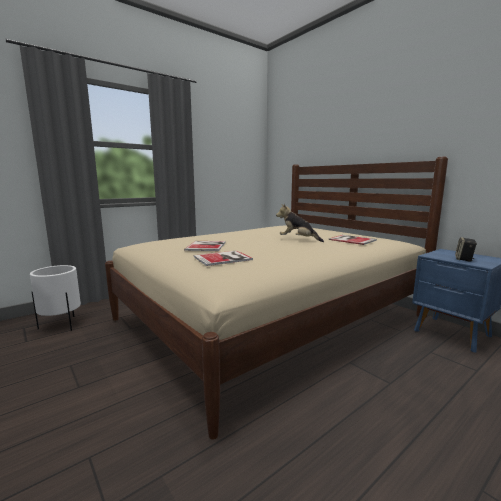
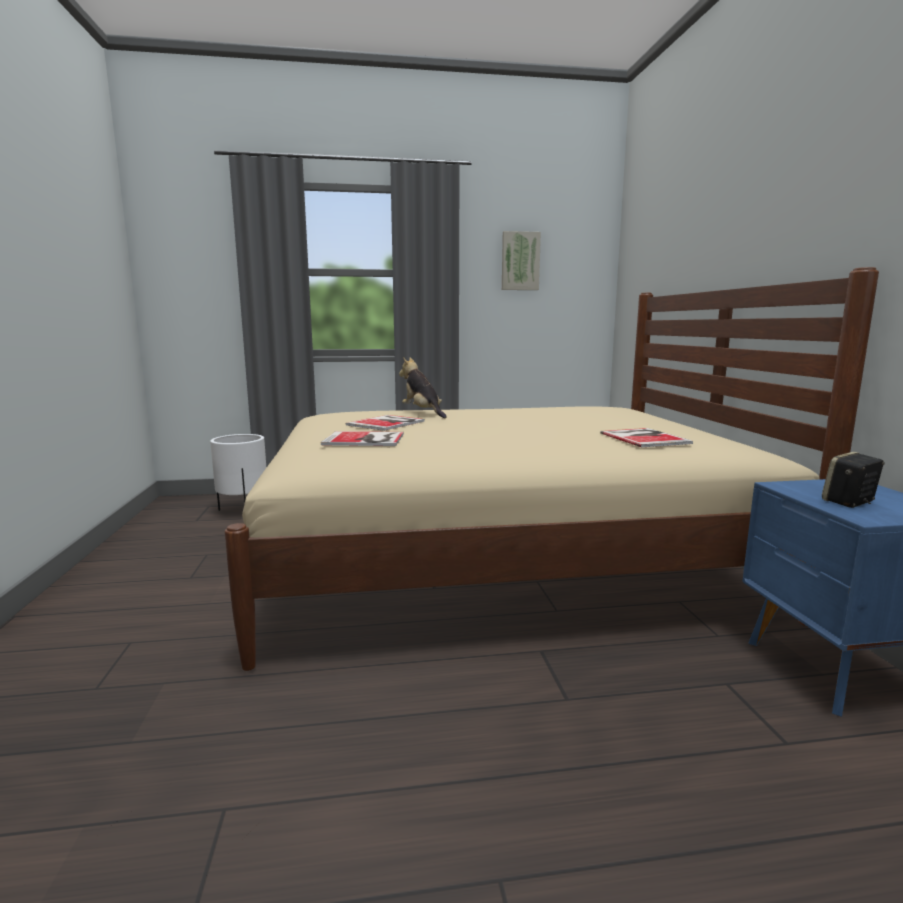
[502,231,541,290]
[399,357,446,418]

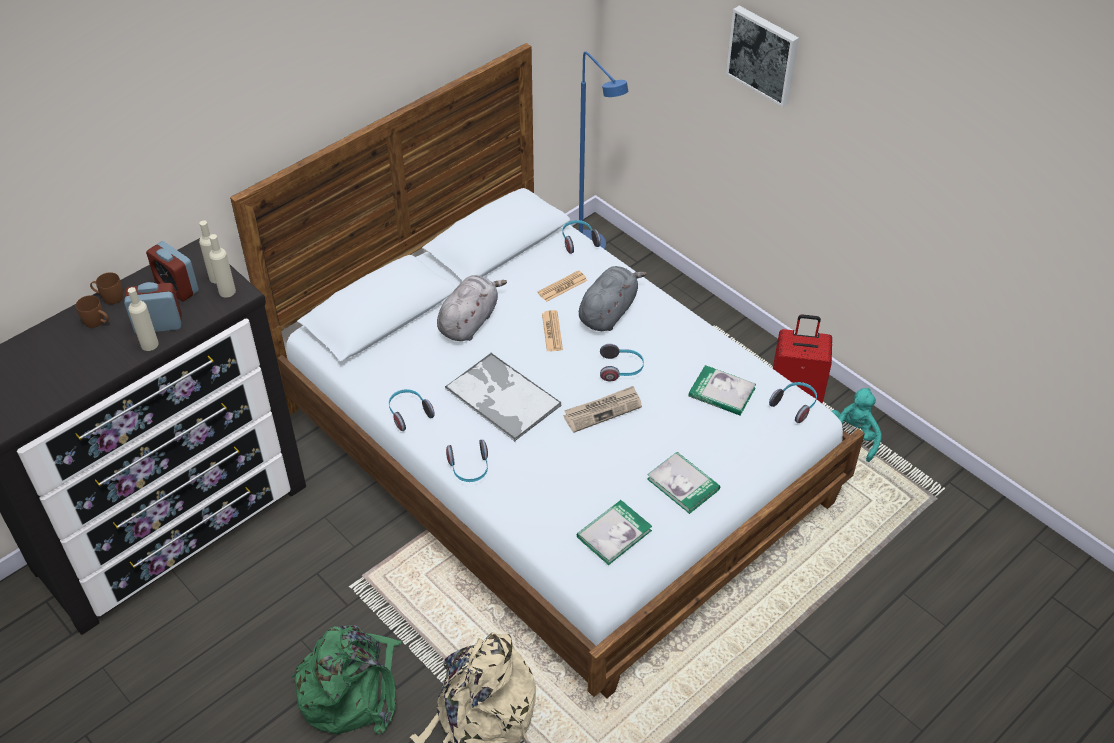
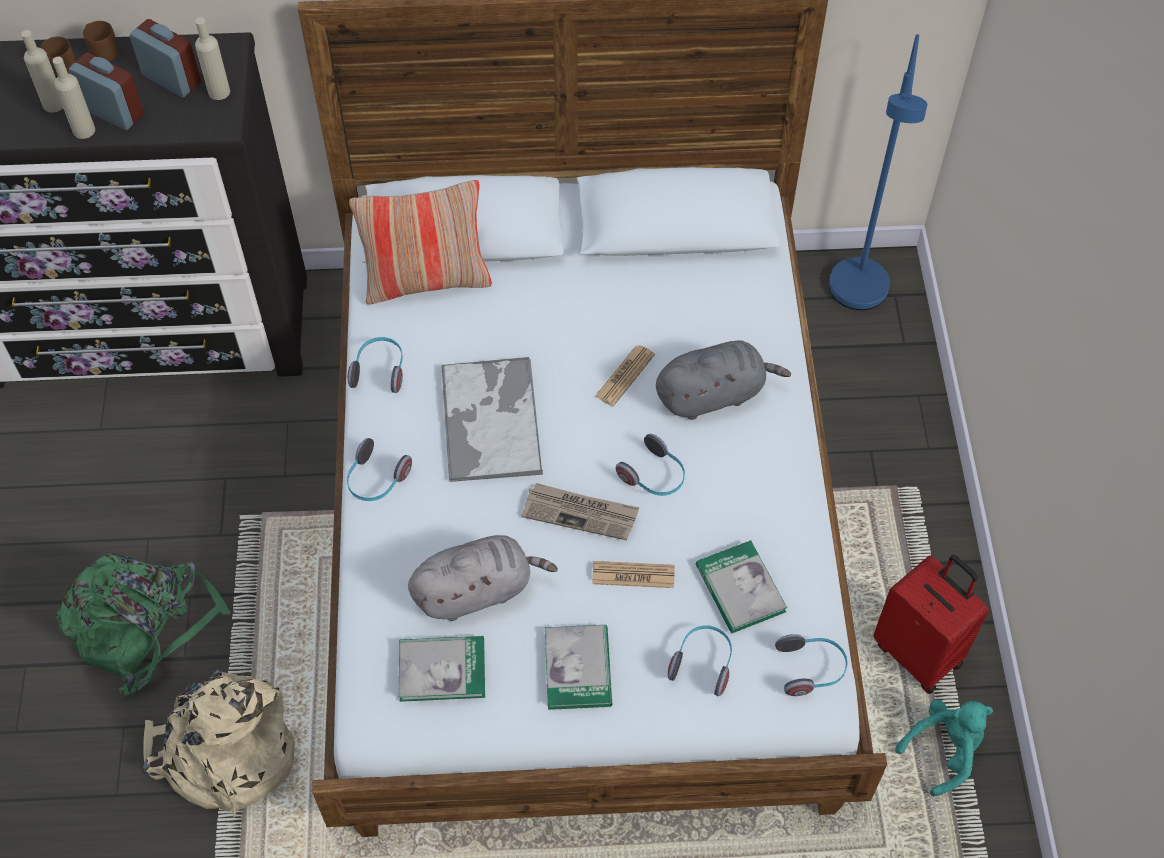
[726,6,799,107] (first image)
[349,180,492,305]
[21,30,63,113]
[408,535,558,621]
[592,561,675,588]
[668,626,732,696]
[130,19,201,97]

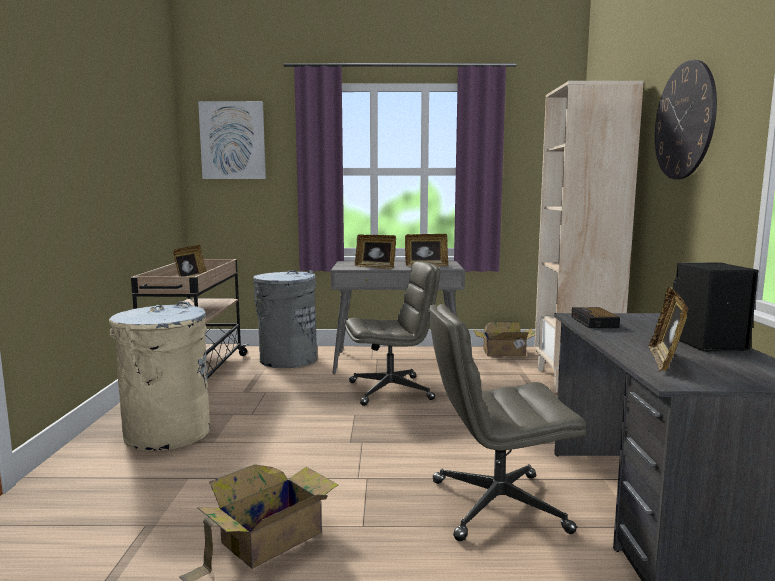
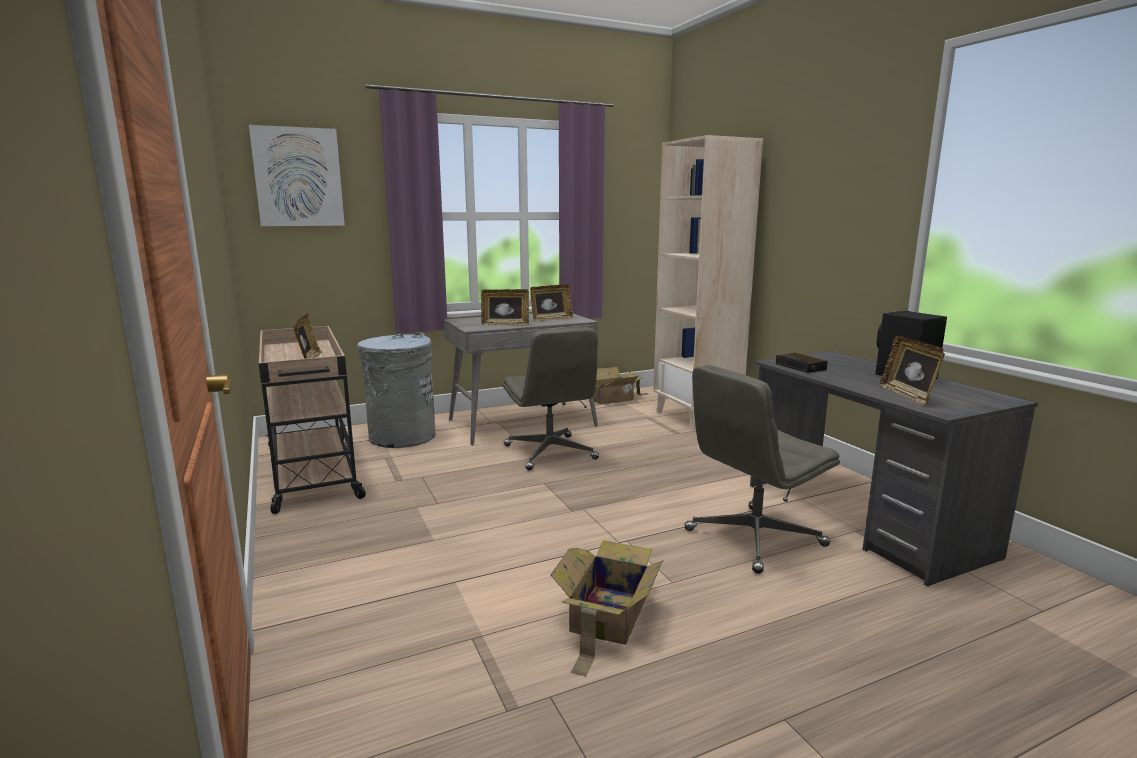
[109,301,210,451] (first image)
[655,60,717,179] (first image)
[503,327,599,470]

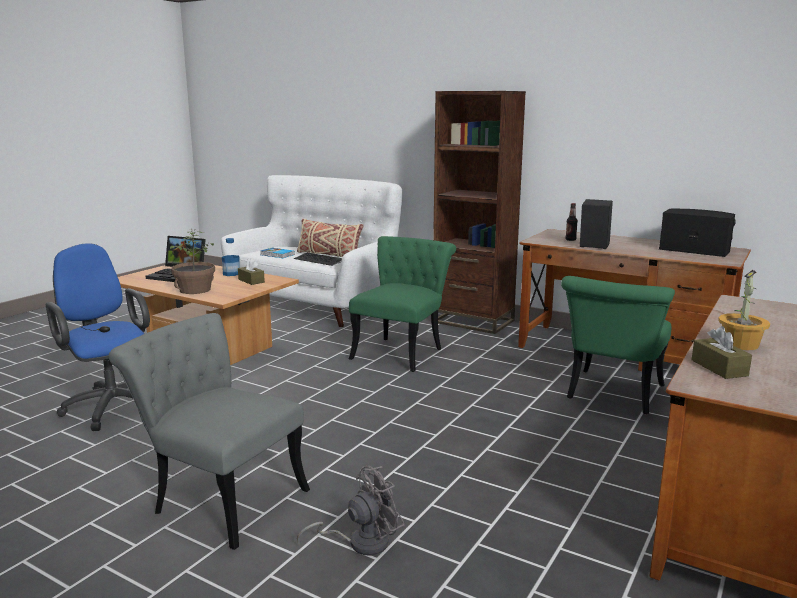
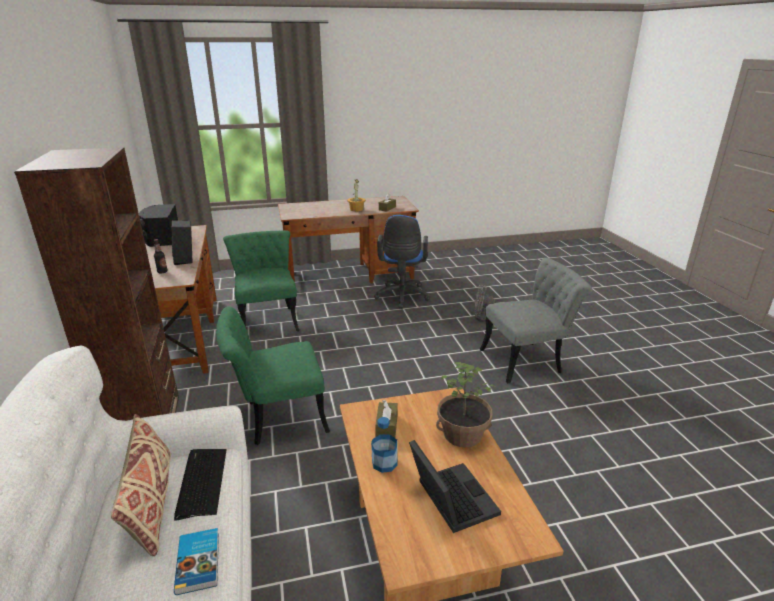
[374,215,430,309]
[480,258,592,383]
[223,230,300,331]

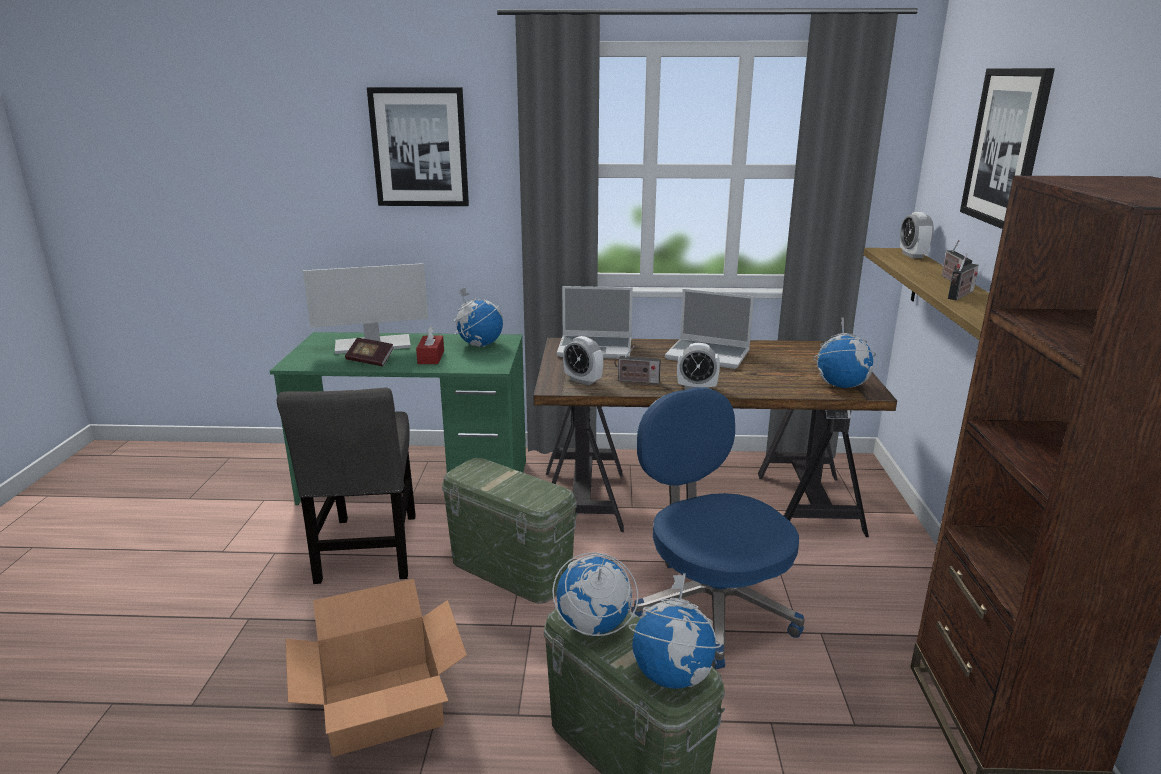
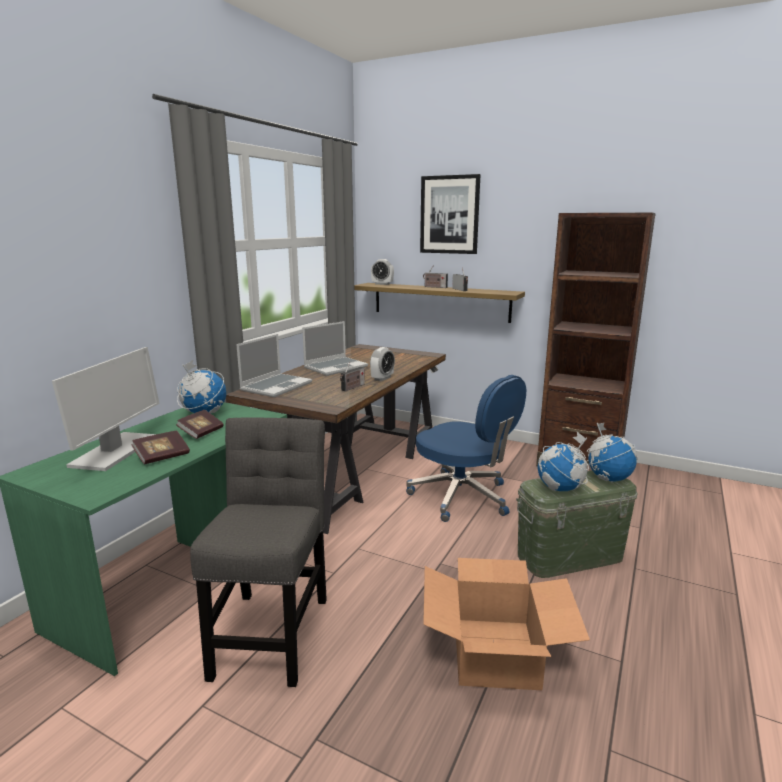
[367,87,469,206] (first image)
[442,458,578,604] (first image)
[563,336,603,385] (first image)
[813,317,876,388] (first image)
[176,410,224,439]
[190,417,327,687]
[406,375,526,522]

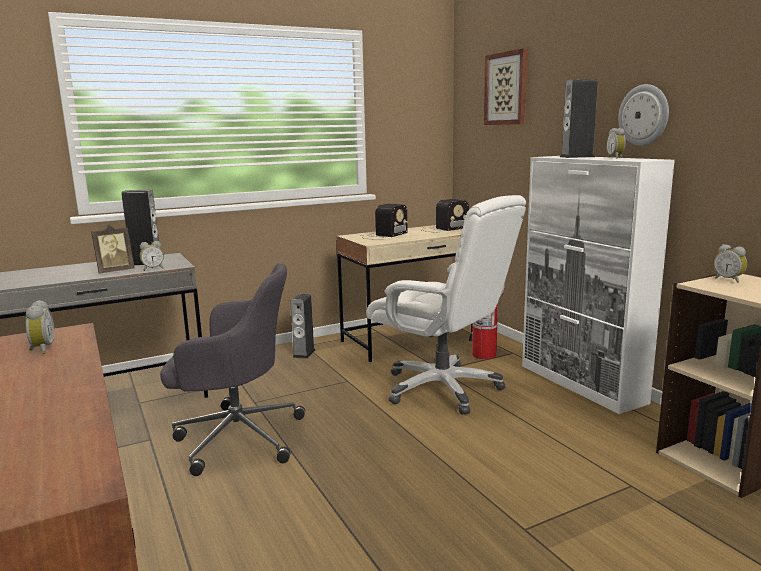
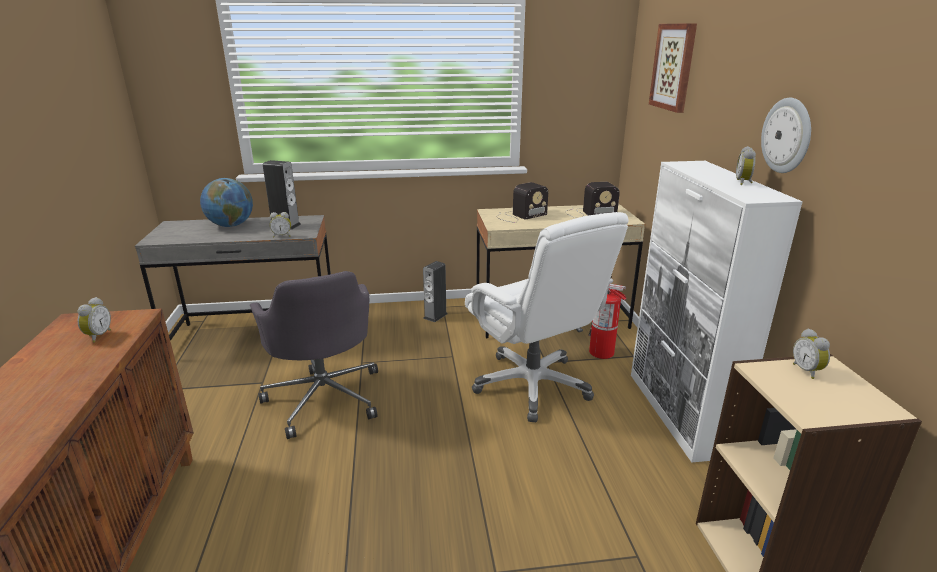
[91,225,134,274] (first image)
[560,79,598,158] (first image)
[200,178,253,227]
[250,271,378,439]

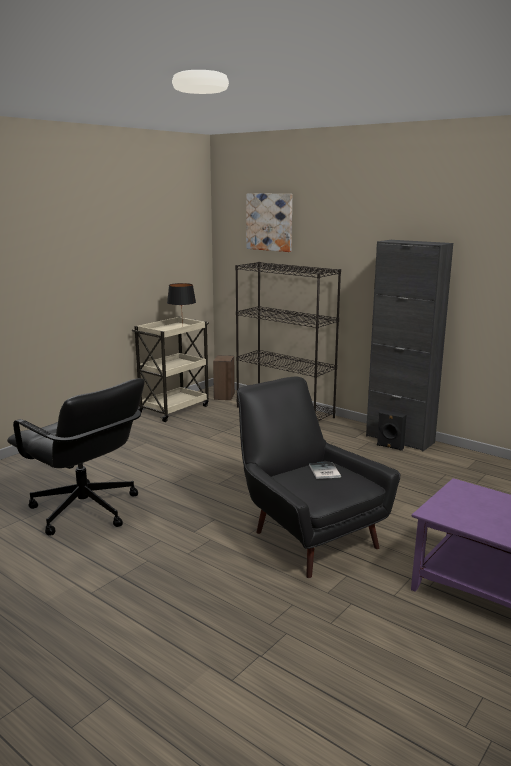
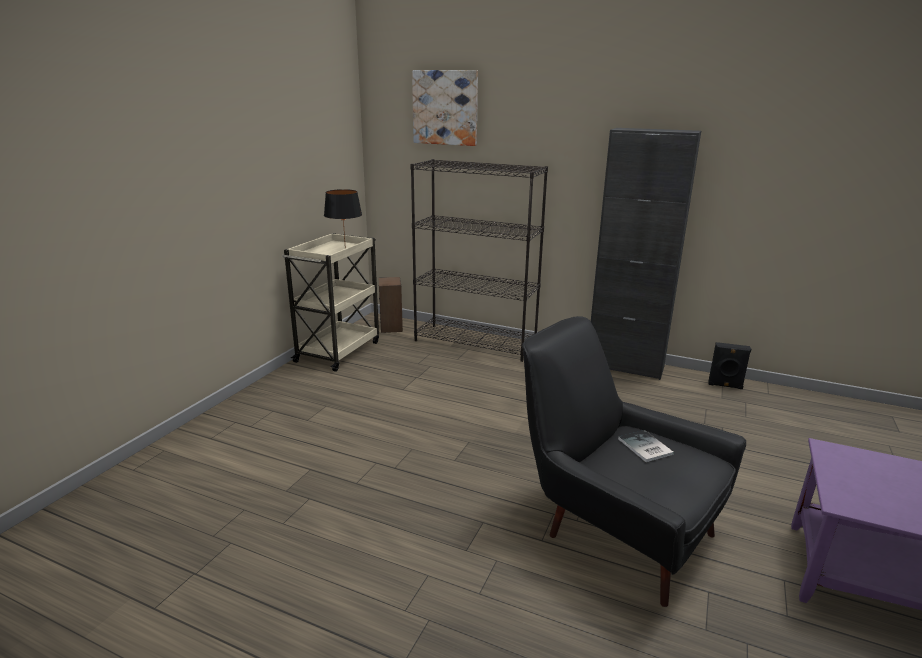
[7,378,145,535] (first image)
[708,342,751,389]

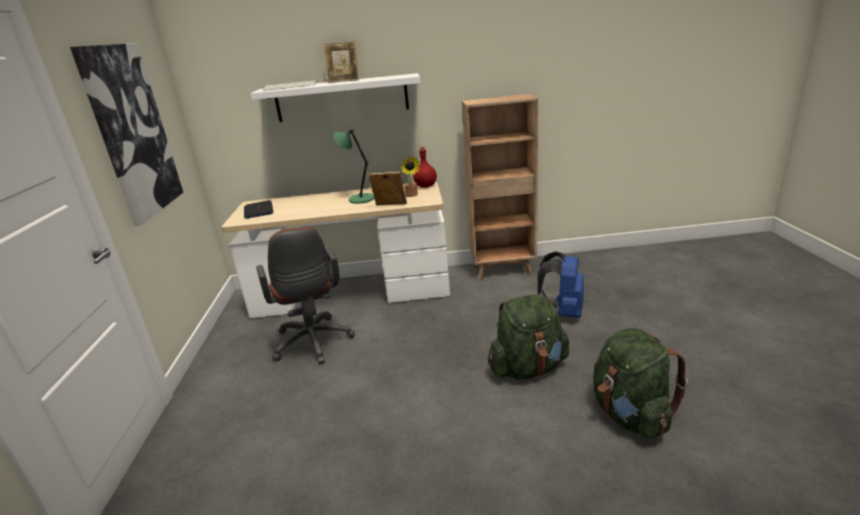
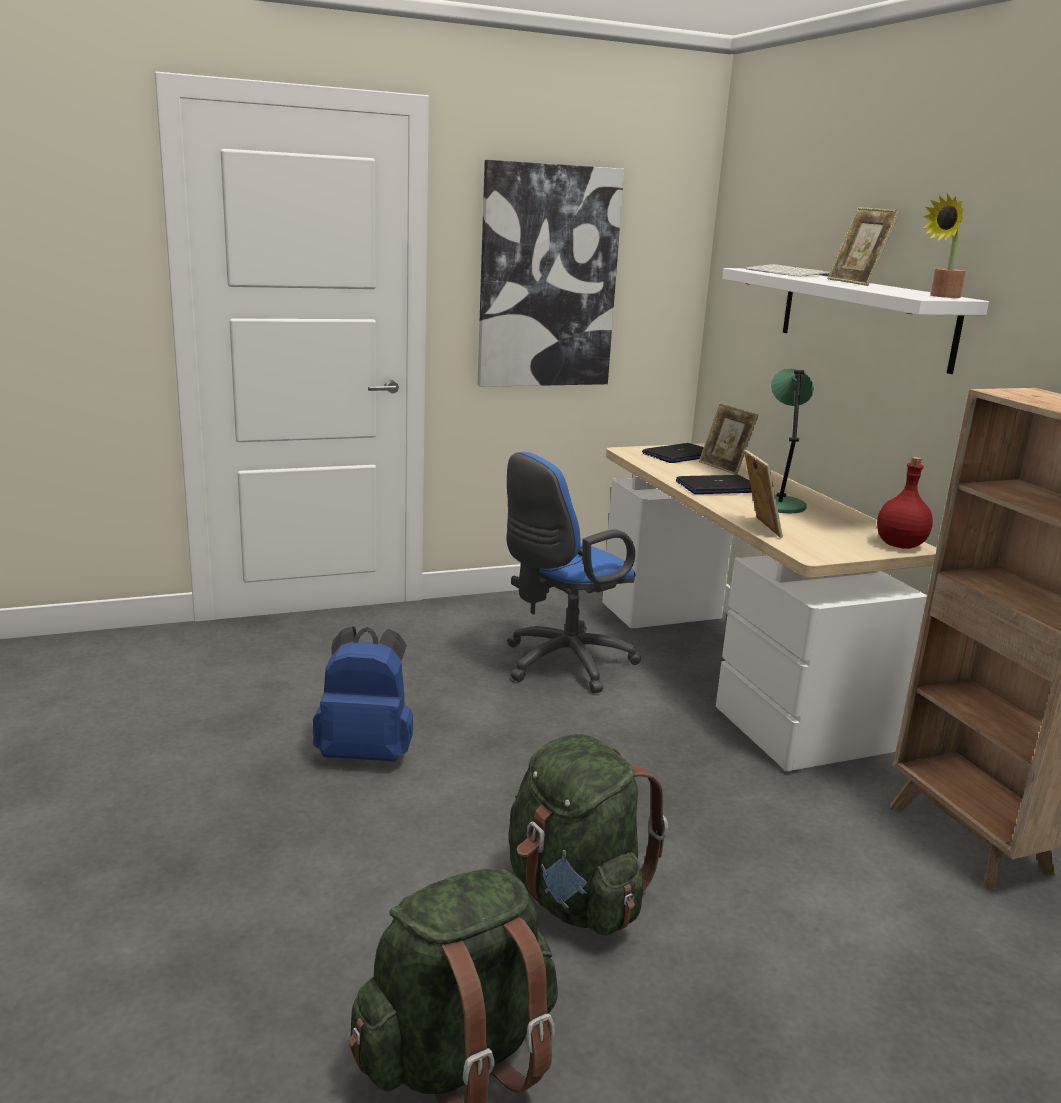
[676,475,752,494]
[699,403,759,475]
[922,194,966,298]
[313,626,413,762]
[506,452,641,693]

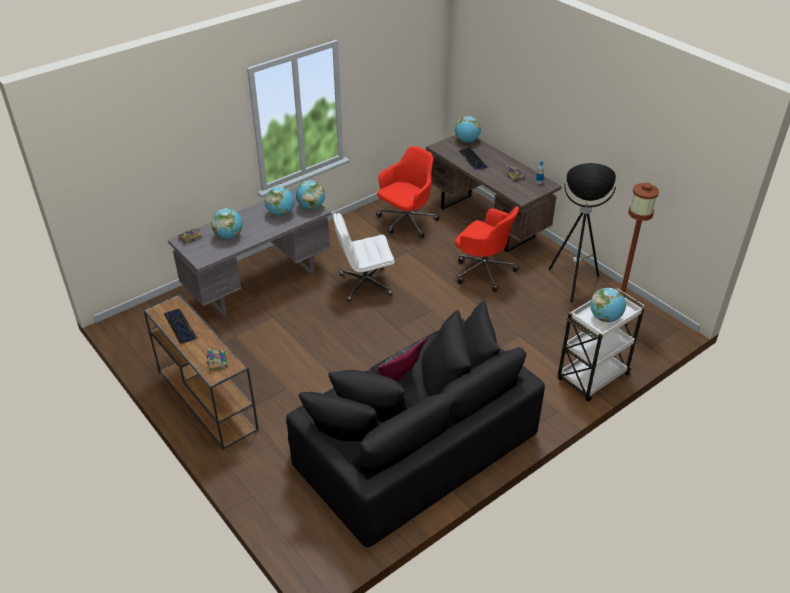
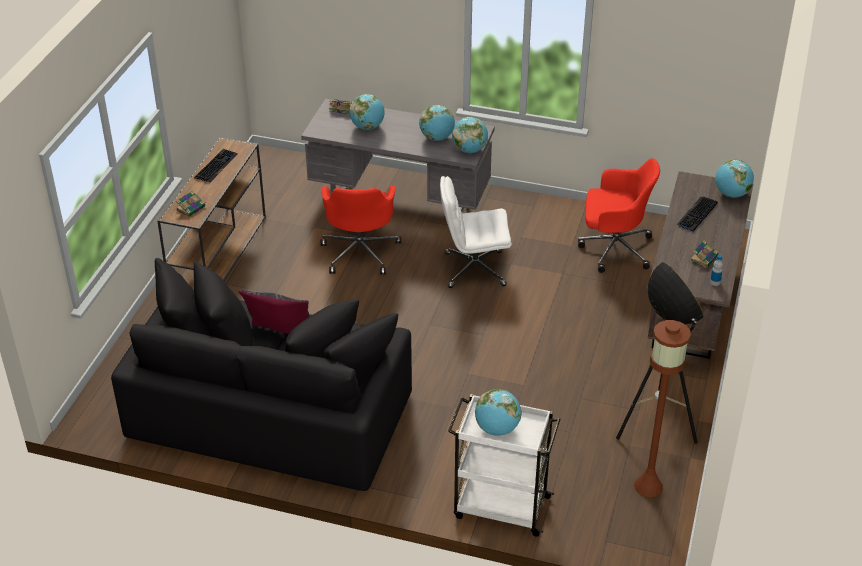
[321,186,401,275]
[440,176,512,288]

